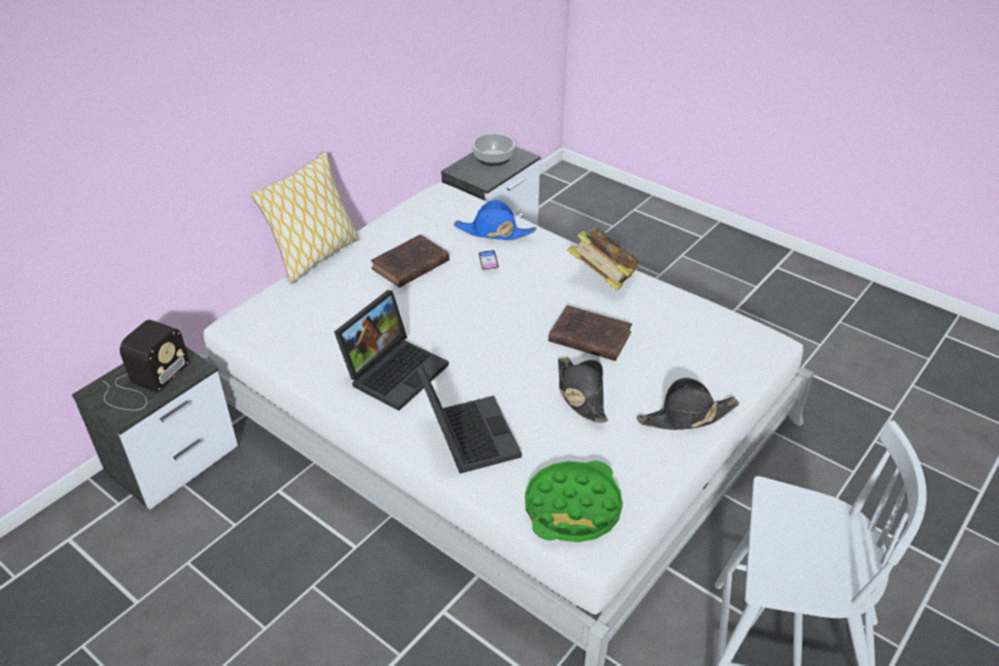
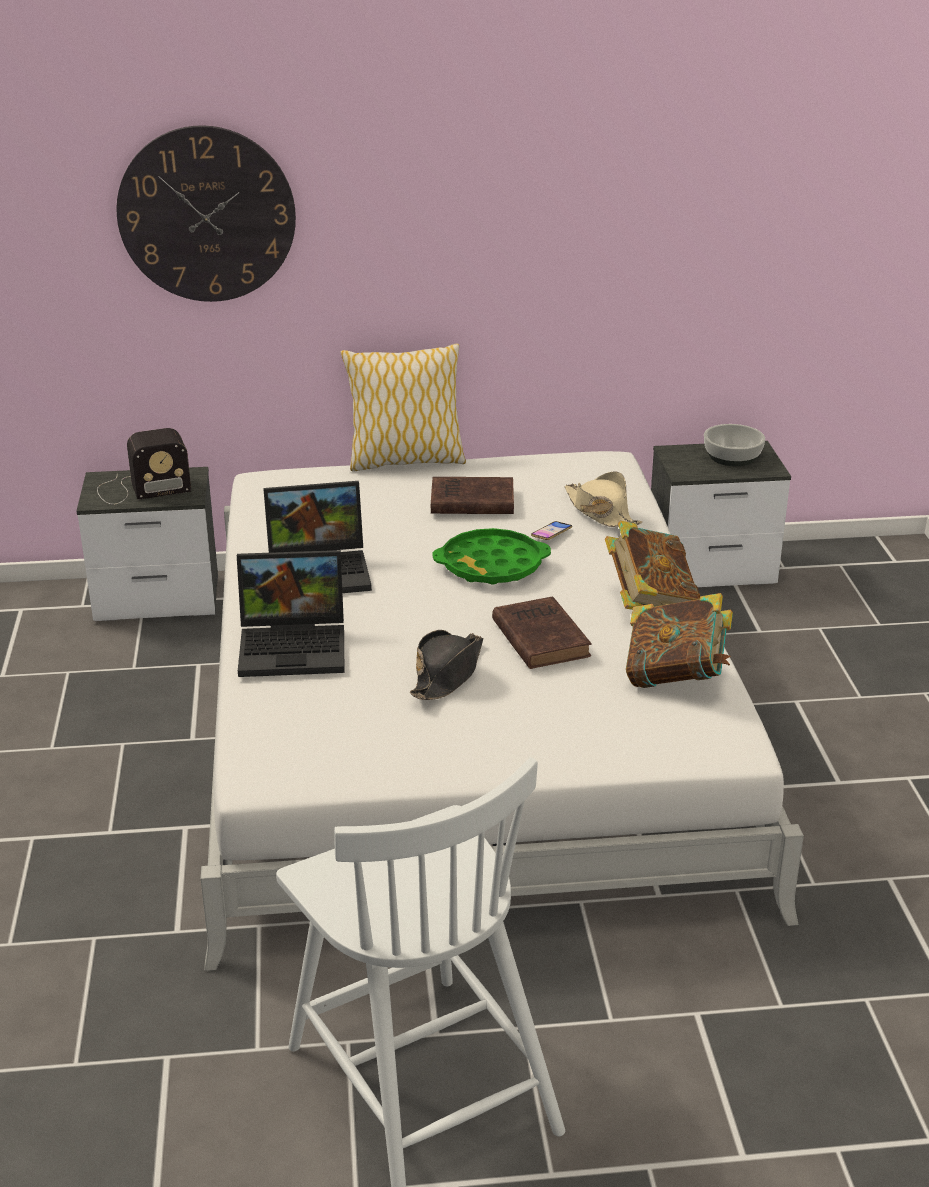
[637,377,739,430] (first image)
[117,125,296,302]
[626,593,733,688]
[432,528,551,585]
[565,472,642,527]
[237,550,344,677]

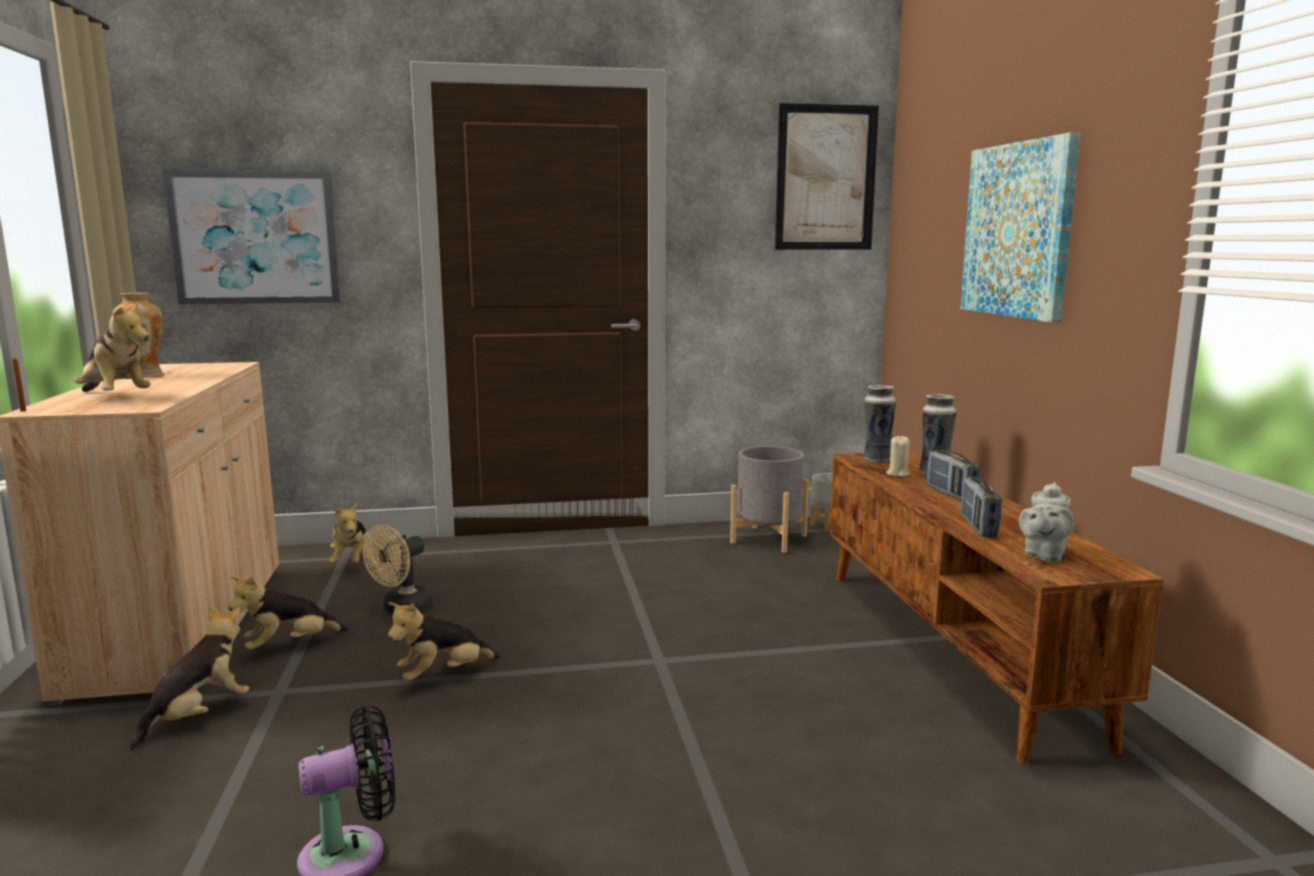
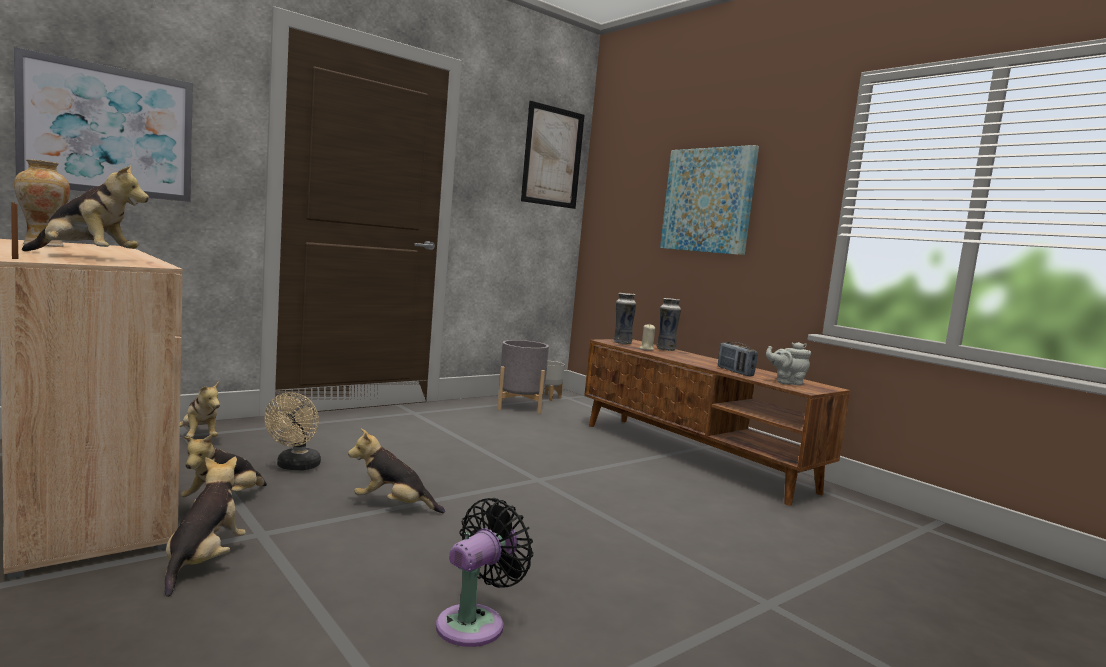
[927,450,980,501] (first image)
[348,429,445,513]
[766,342,811,386]

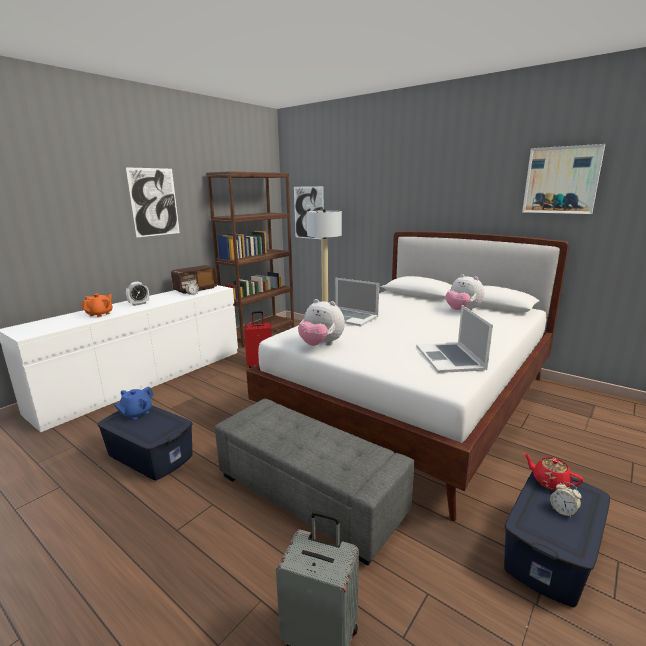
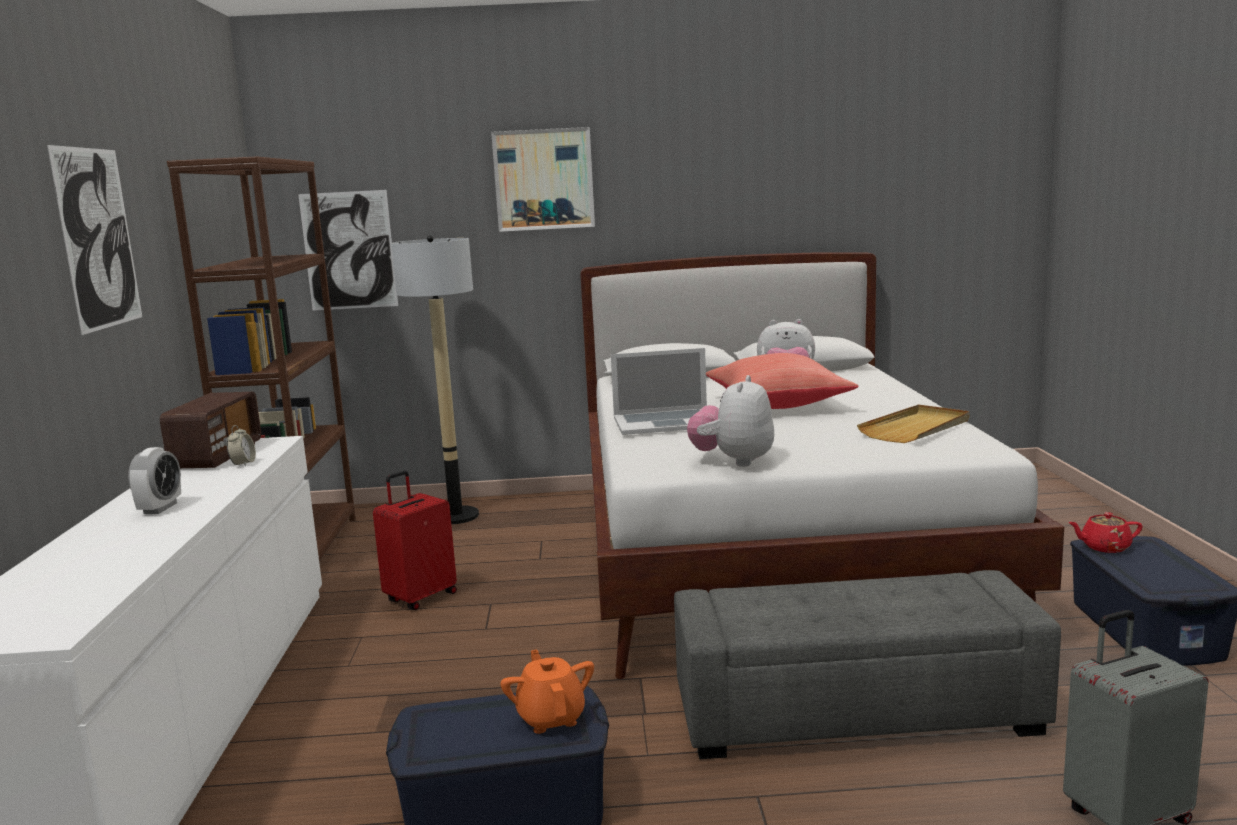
[114,387,154,420] (first image)
[550,482,582,518] (first image)
[706,353,859,409]
[500,649,594,734]
[491,127,595,232]
[857,404,970,443]
[687,375,774,467]

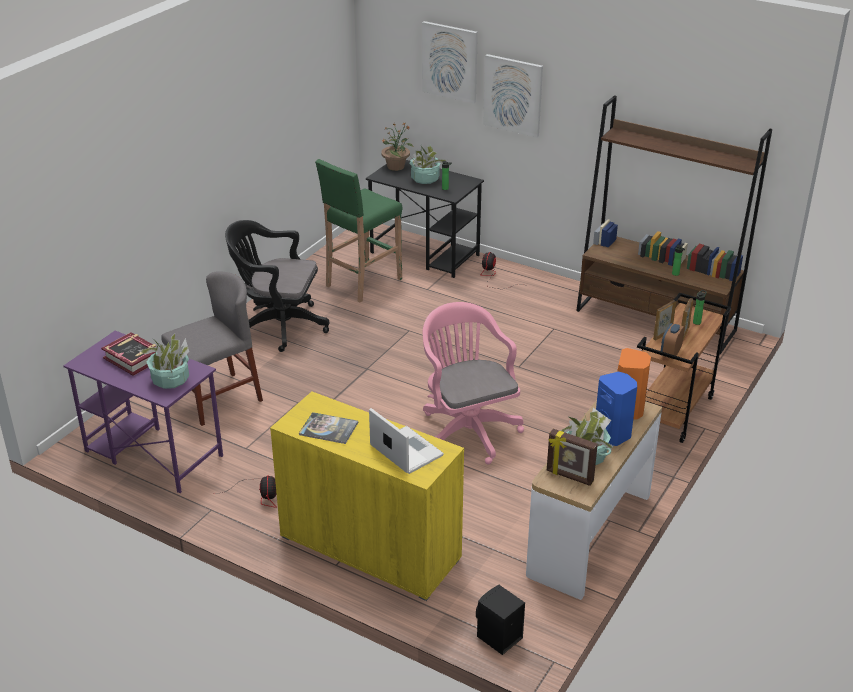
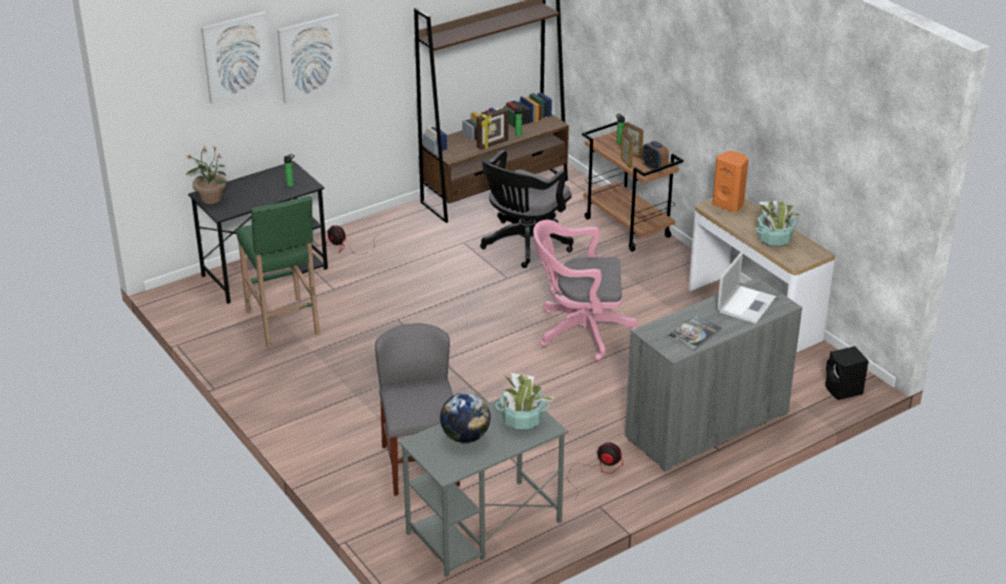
[409,145,448,184] (first image)
[596,372,637,446] (first image)
[480,150,574,268]
[477,108,508,150]
[440,393,490,443]
[398,399,568,577]
[625,278,803,472]
[717,252,776,324]

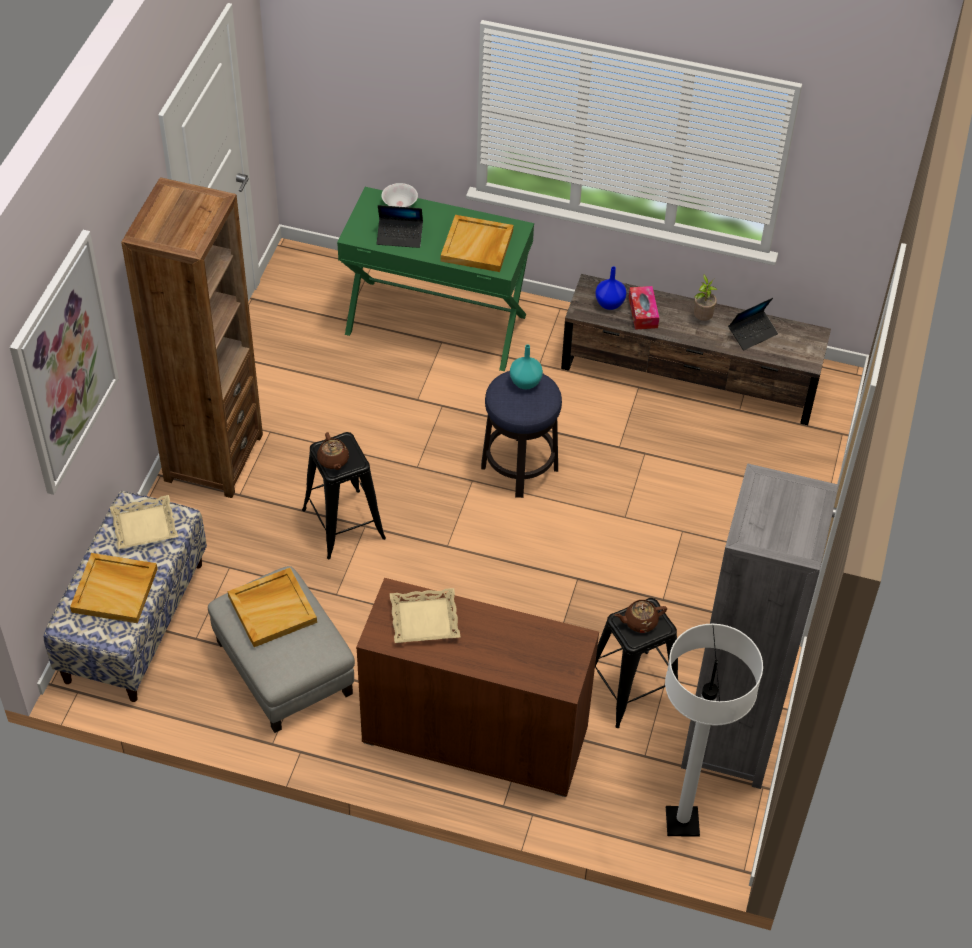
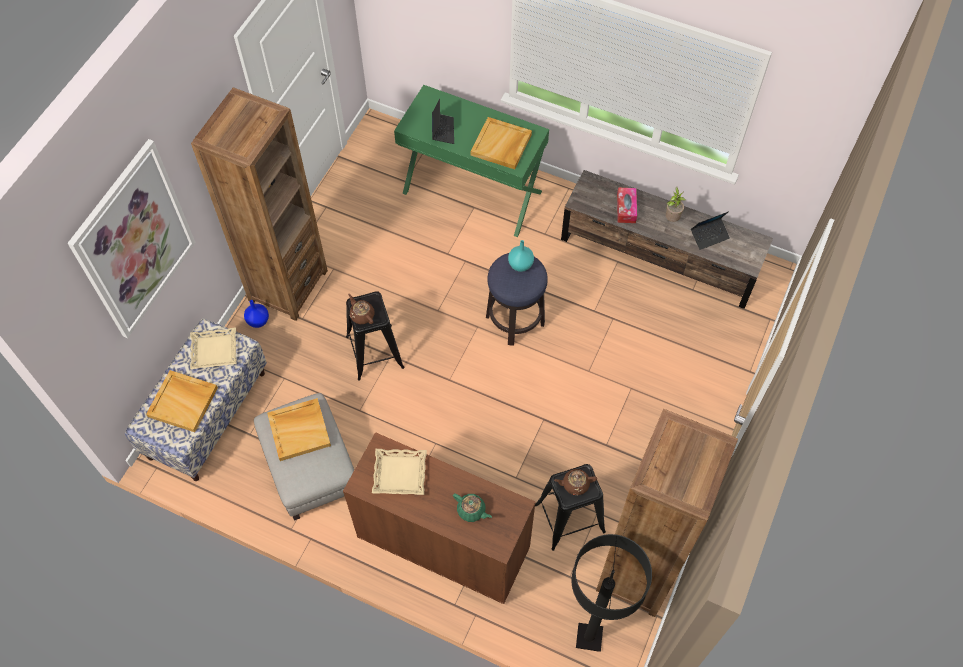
[382,183,418,207] (first image)
[453,493,492,522]
[244,300,269,328]
[571,534,652,652]
[596,409,738,617]
[348,294,375,324]
[432,98,454,144]

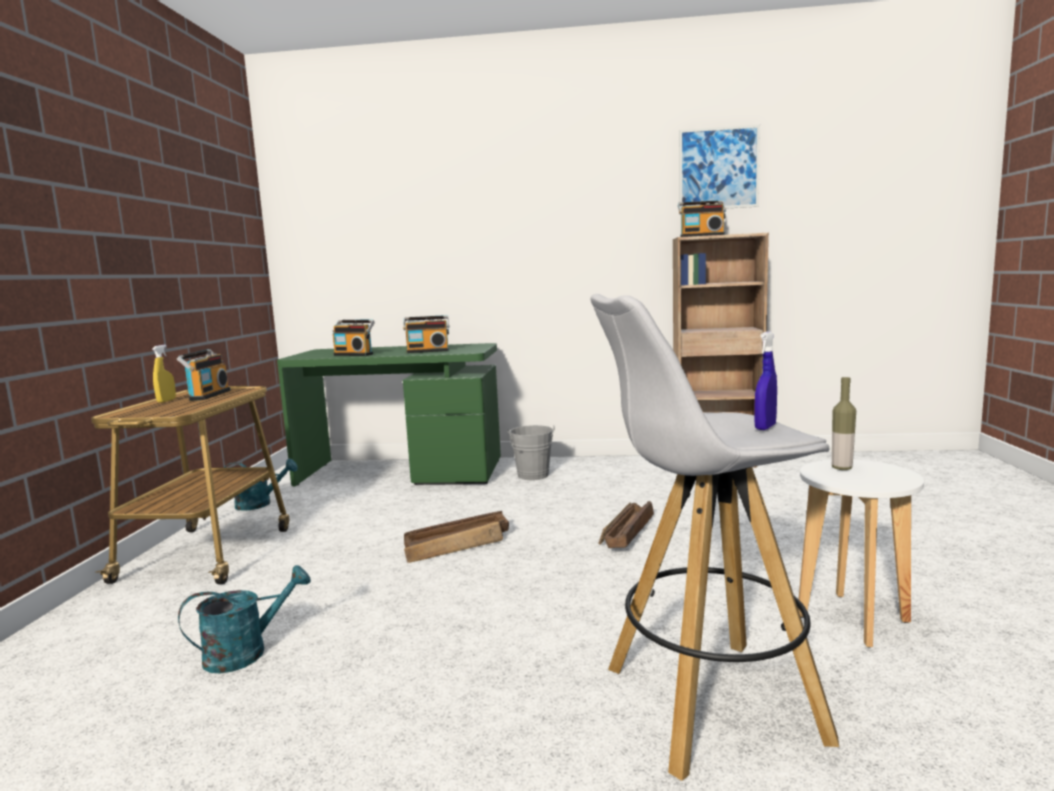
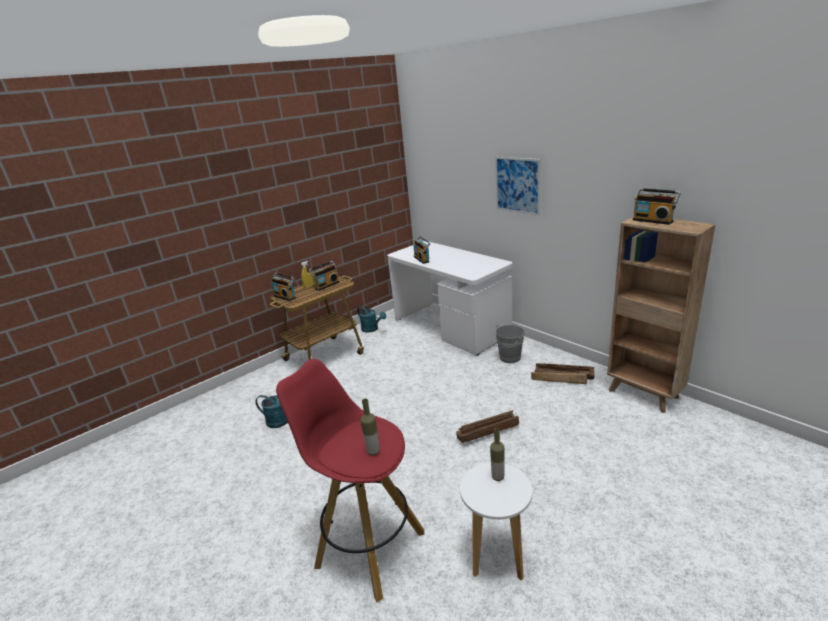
[271,273,296,301]
[531,363,594,384]
[495,157,541,216]
[361,399,380,456]
[387,241,513,356]
[276,359,424,602]

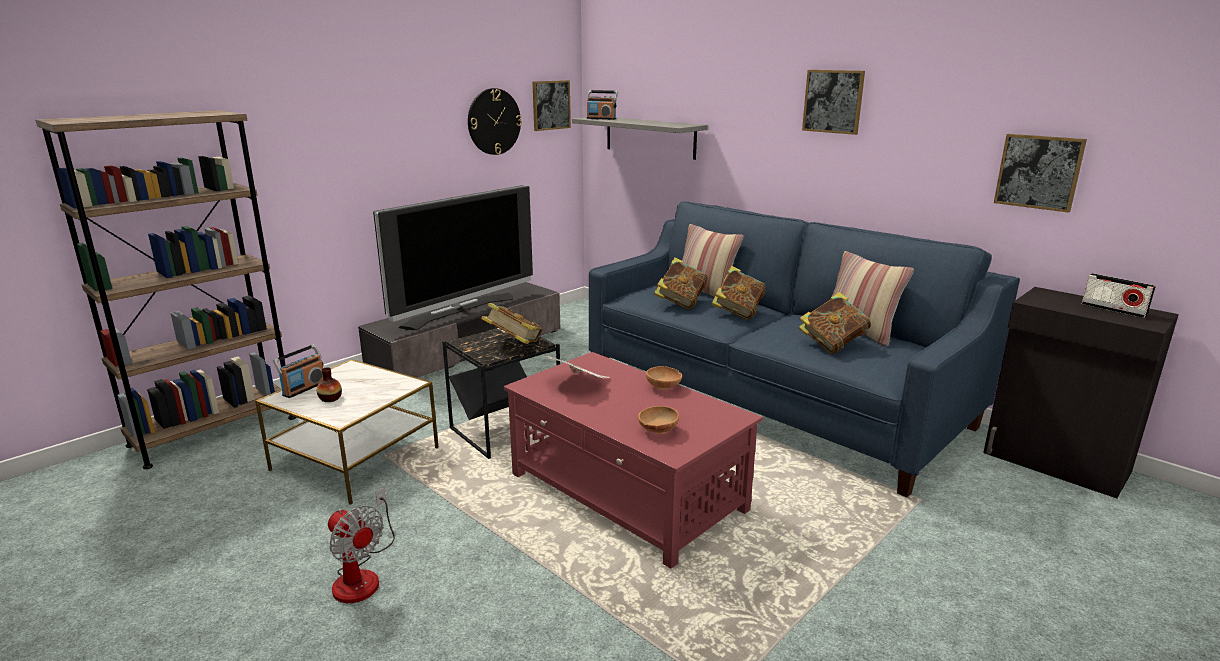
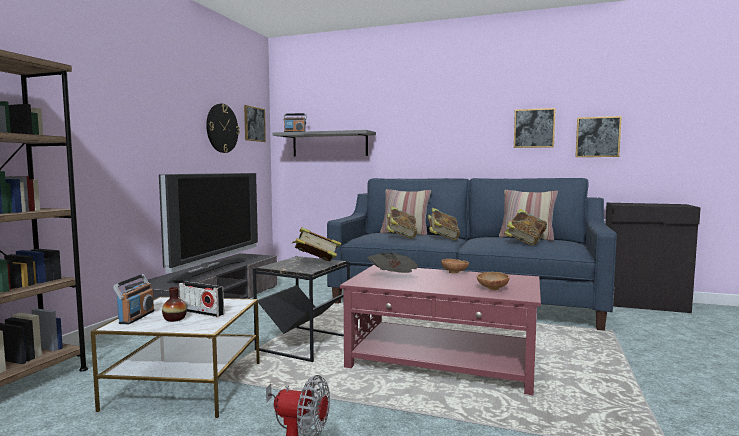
[514,108,556,148]
[179,281,224,317]

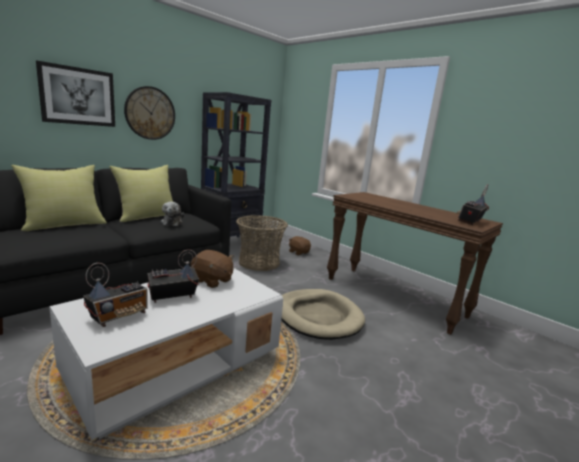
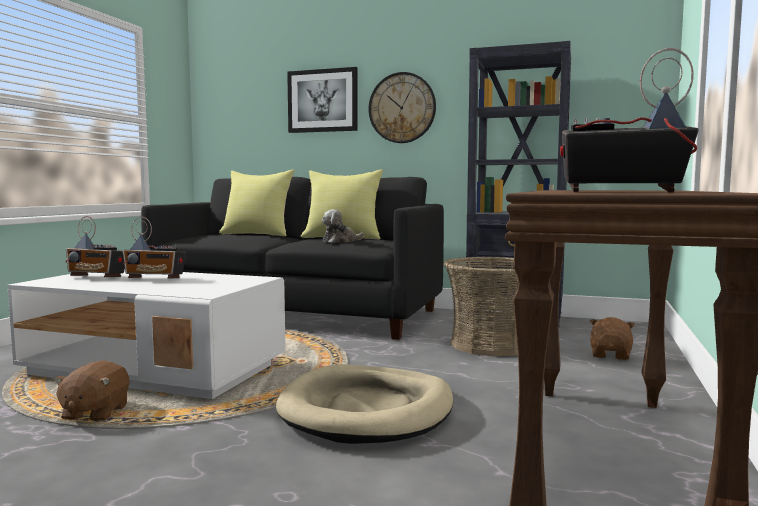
[53,360,129,421]
[122,217,186,279]

